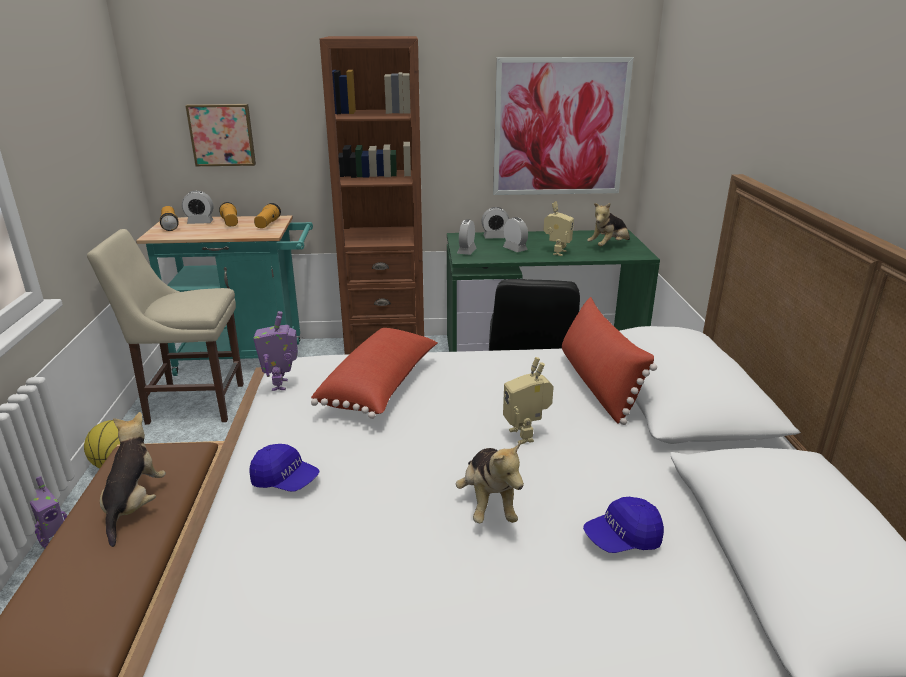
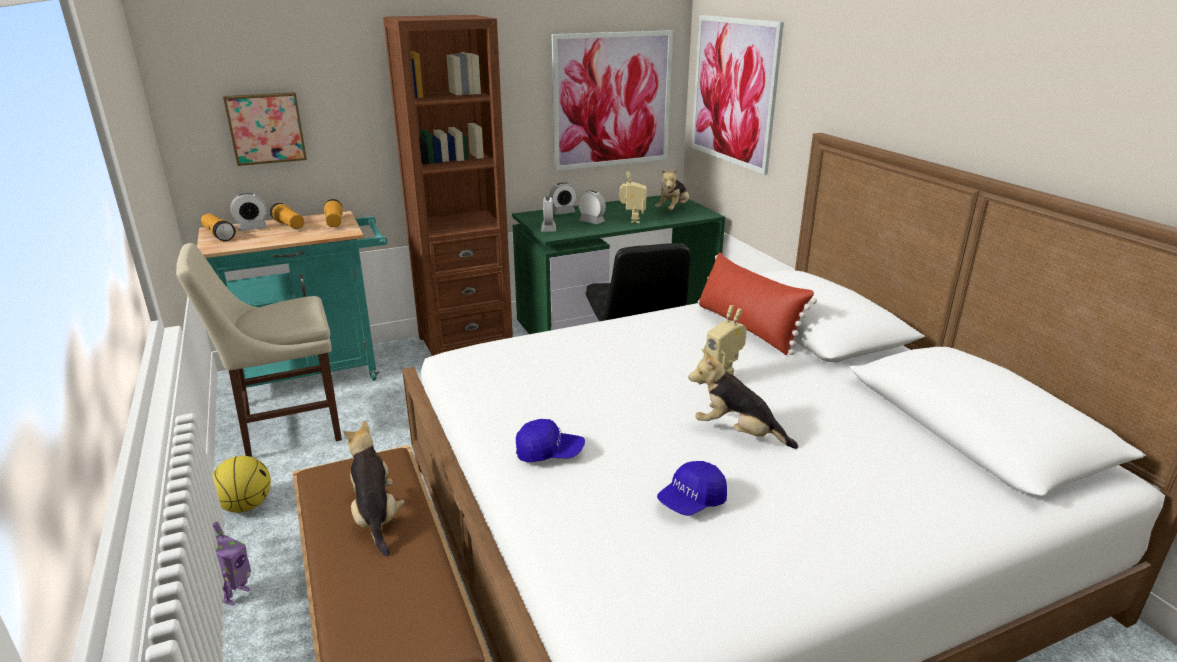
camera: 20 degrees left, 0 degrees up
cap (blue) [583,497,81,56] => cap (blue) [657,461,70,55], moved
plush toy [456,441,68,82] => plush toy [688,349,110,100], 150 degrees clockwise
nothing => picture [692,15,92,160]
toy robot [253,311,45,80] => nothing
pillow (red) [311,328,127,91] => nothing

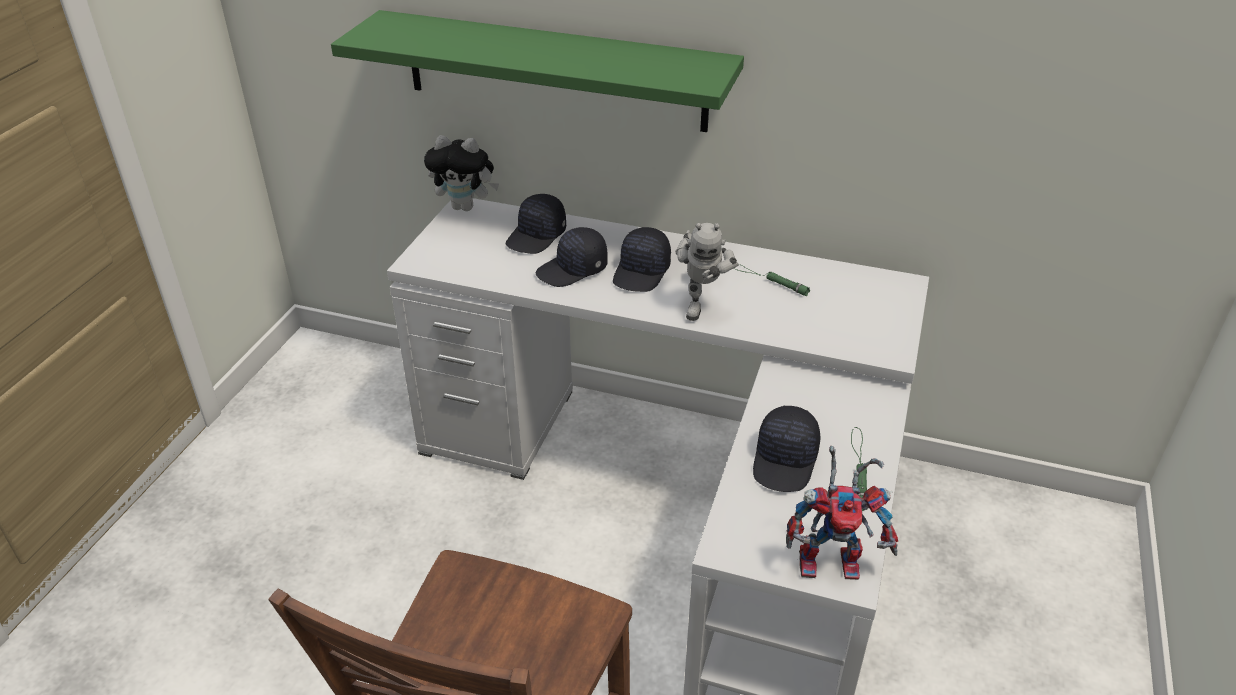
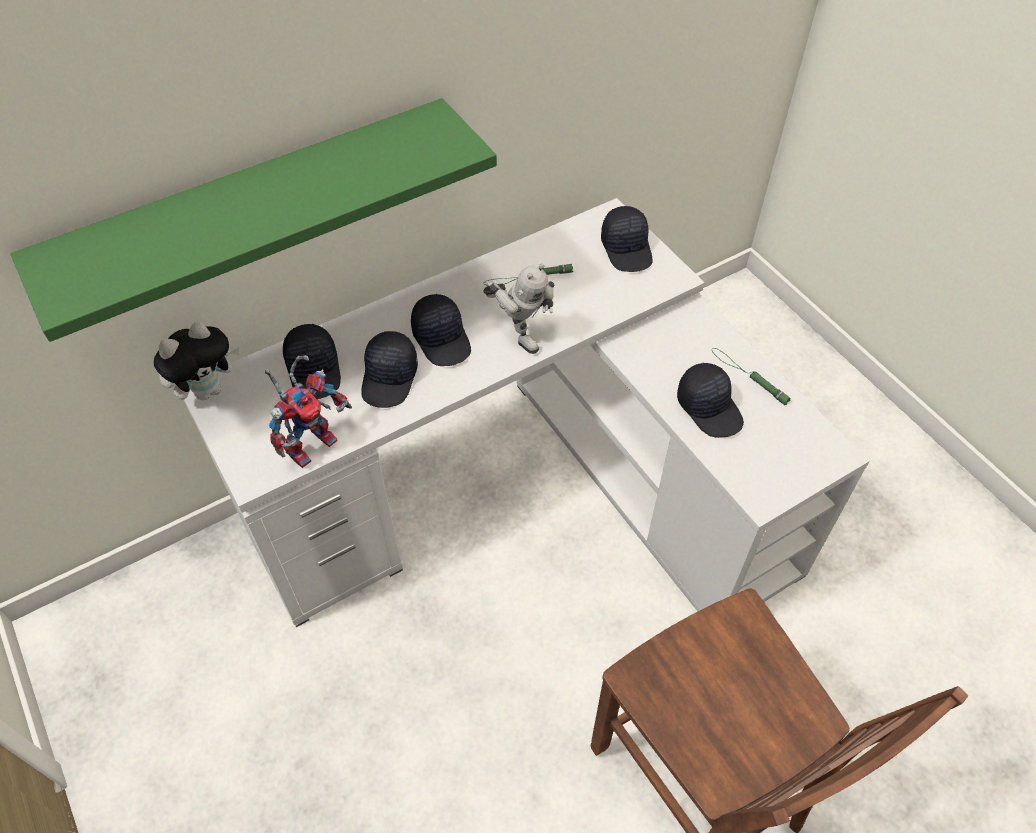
camera: 50 degrees left, 15 degrees up
toy robot [786,446,112,134] => toy robot [265,355,87,113], moved
nothing => cap (black) [601,206,52,66]

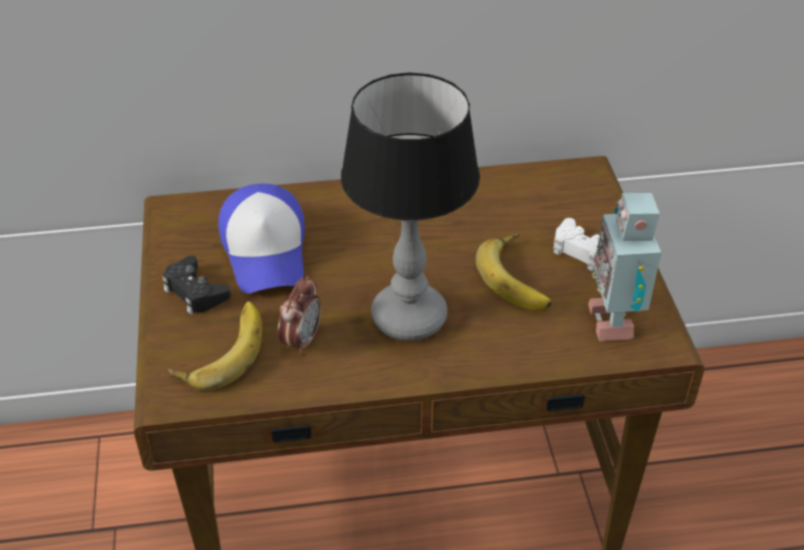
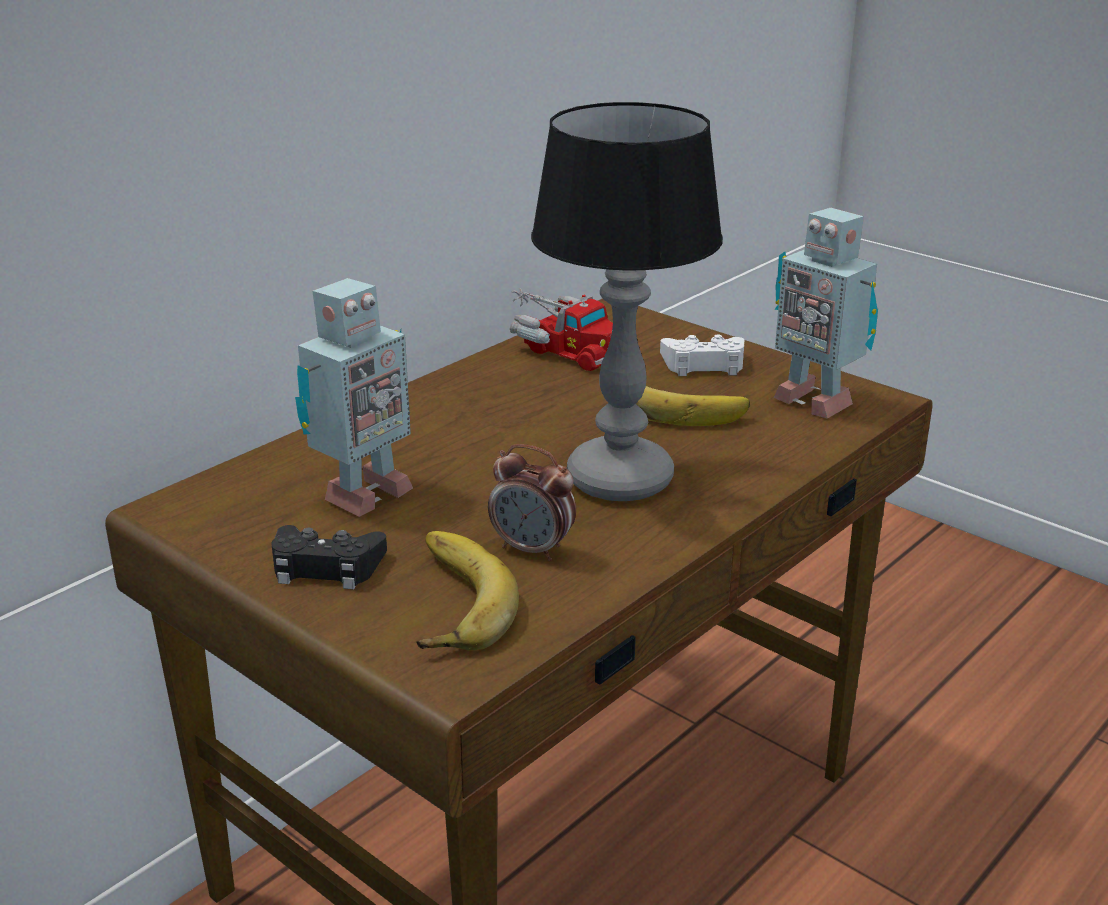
camera: 40 degrees left, 15 degrees down
cap [218,184,87,109] => toy robot [295,278,118,239]
alarm clock [278,276,43,79] => alarm clock [488,444,88,117], 135 degrees clockwise
nothing => toy truck [510,288,103,83]

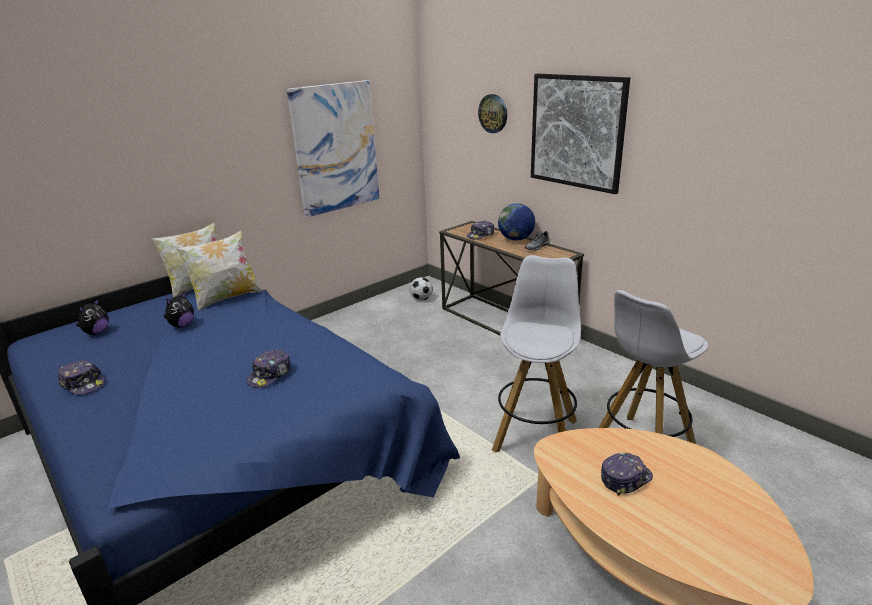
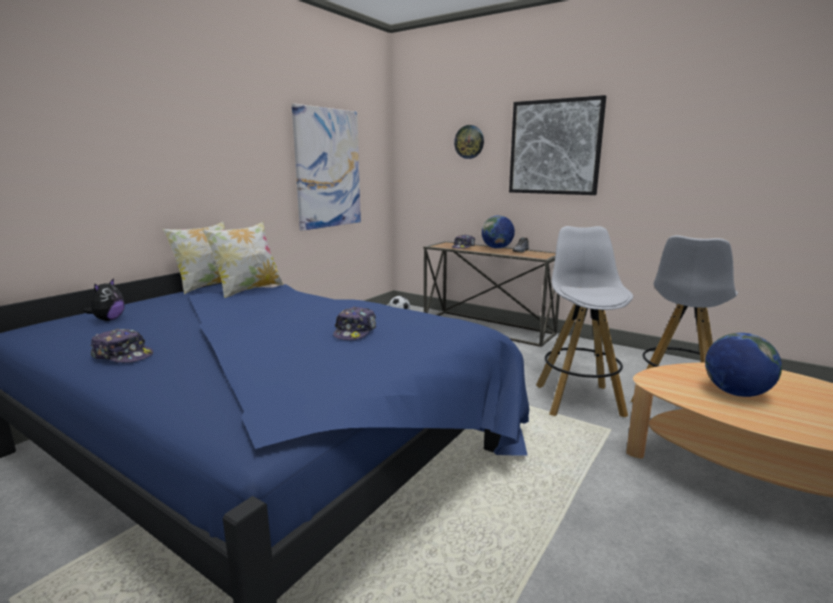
camera: 15 degrees left, 10 degrees down
cap [601,453,52,43] => globe [705,333,77,64]
plush toy [164,291,30,37] => nothing

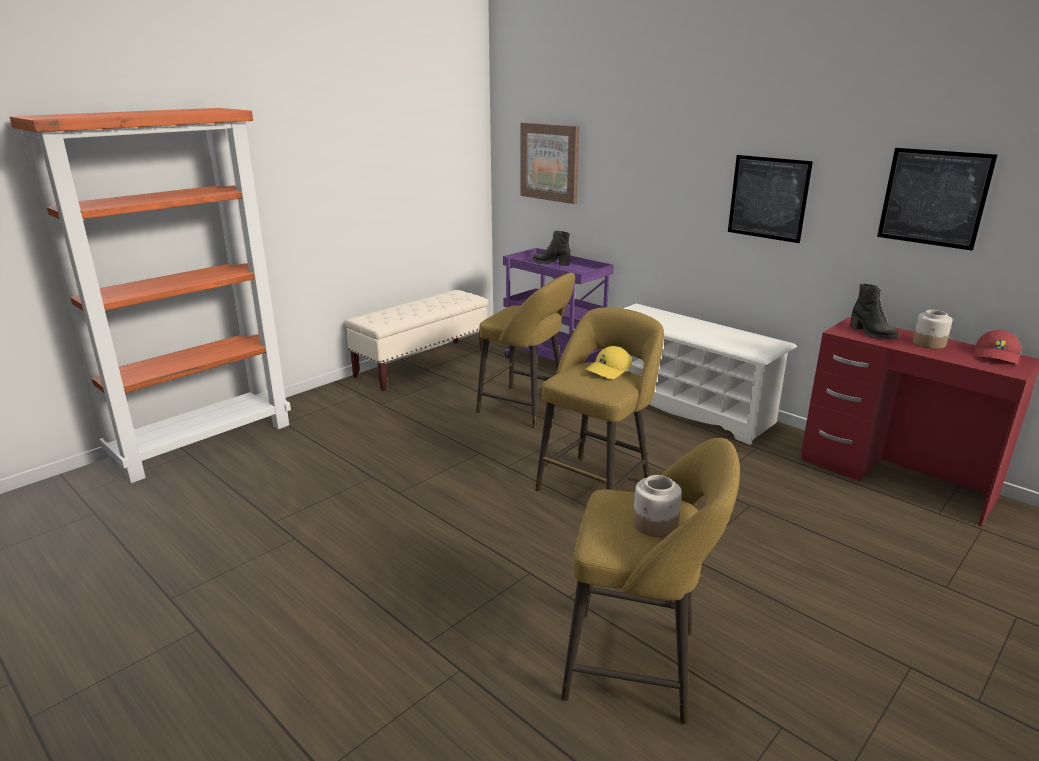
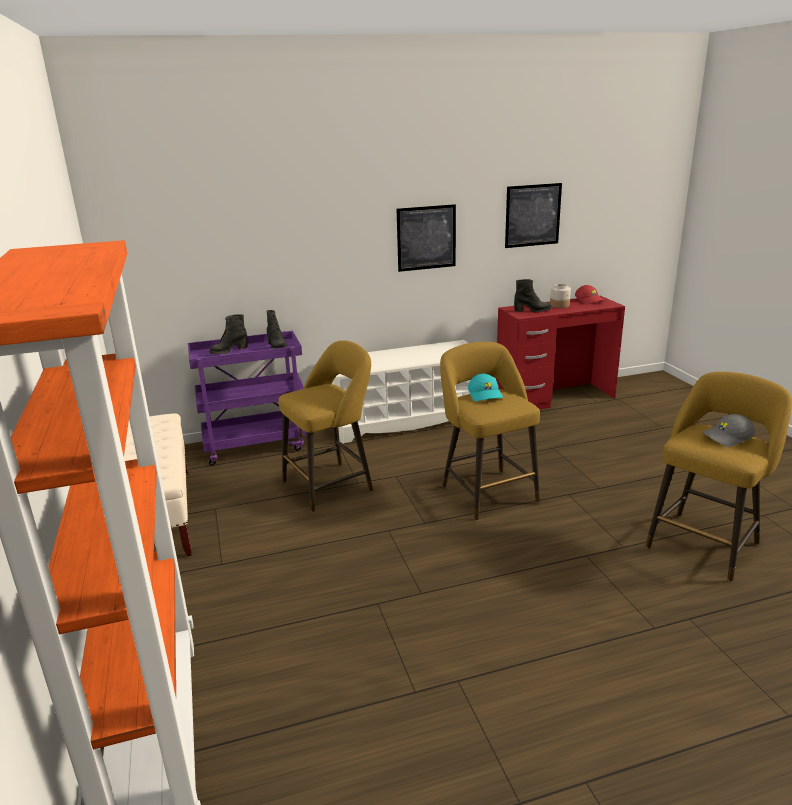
camera: 60 degrees left, 0 degrees up
nothing => boot (black) [266,310,22,39]
cap (yellow) [585,346,47,34] => cap (turquoise) [468,374,35,27]
jar [633,475,49,62] => cap (grey) [702,414,53,33]
picture [521,123,58,81] => nothing

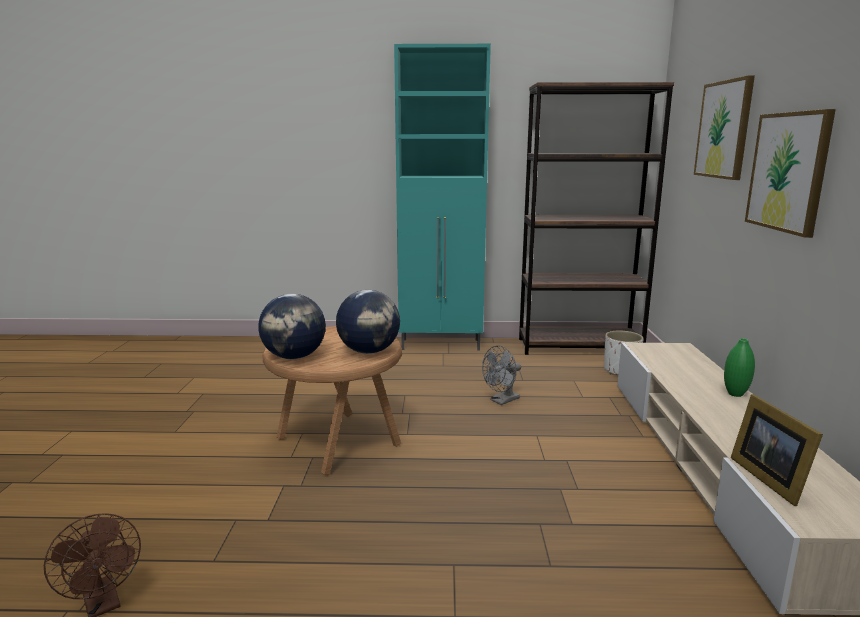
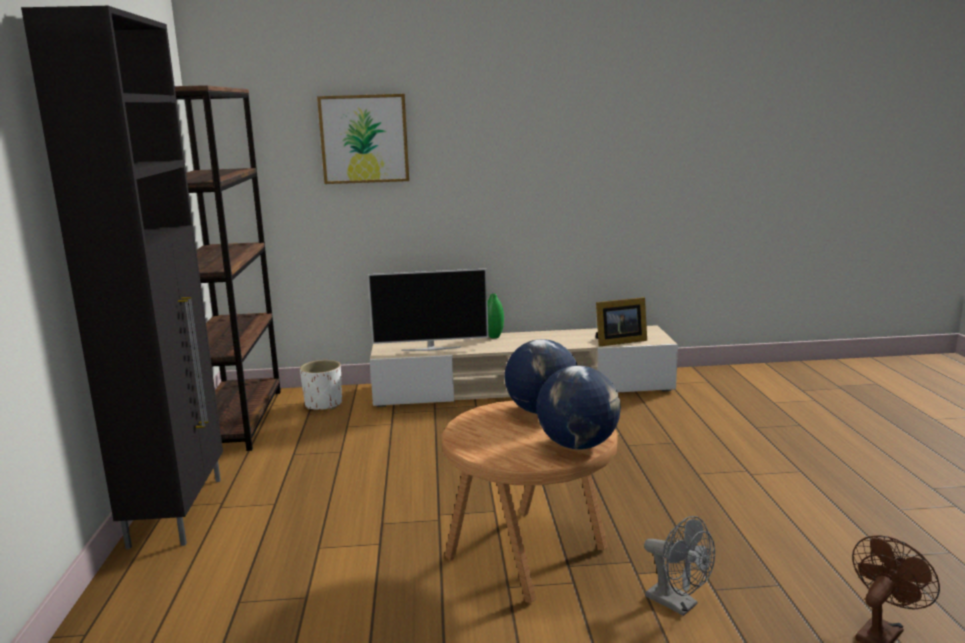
camera: 95 degrees left, 0 degrees up
cabinet (turquoise) [394,44,97,307] => cabinet (black) [21,6,202,543]
nothing => television [368,269,120,82]
fan (grey) [482,346,39,59] => fan (grey) [644,516,71,100], moved
picture [745,109,91,129] => nothing

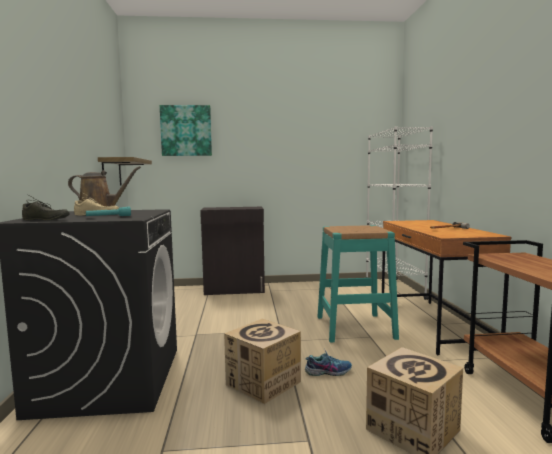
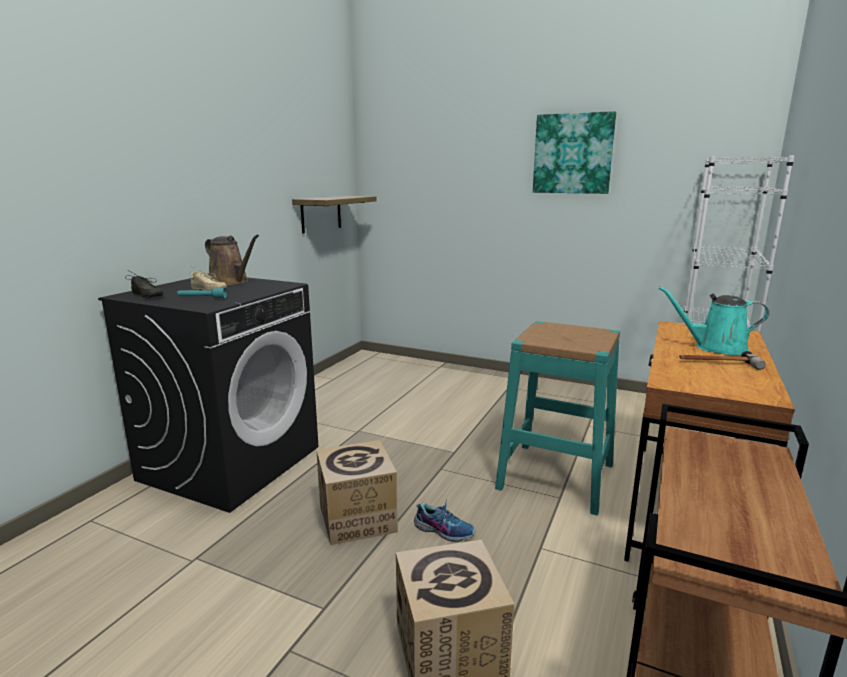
camera: 30 degrees right, 10 degrees up
picture [160,105,52,51] => picture [533,111,83,83], moved
nothing => watering can (turquoise) [658,286,111,69]
cabinet (black) [200,207,65,88] => nothing

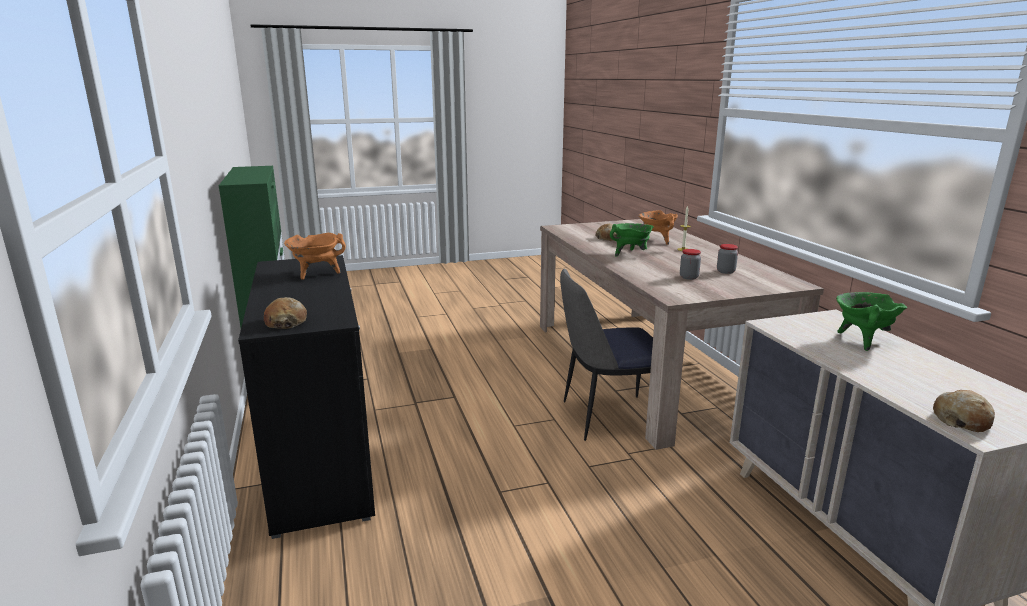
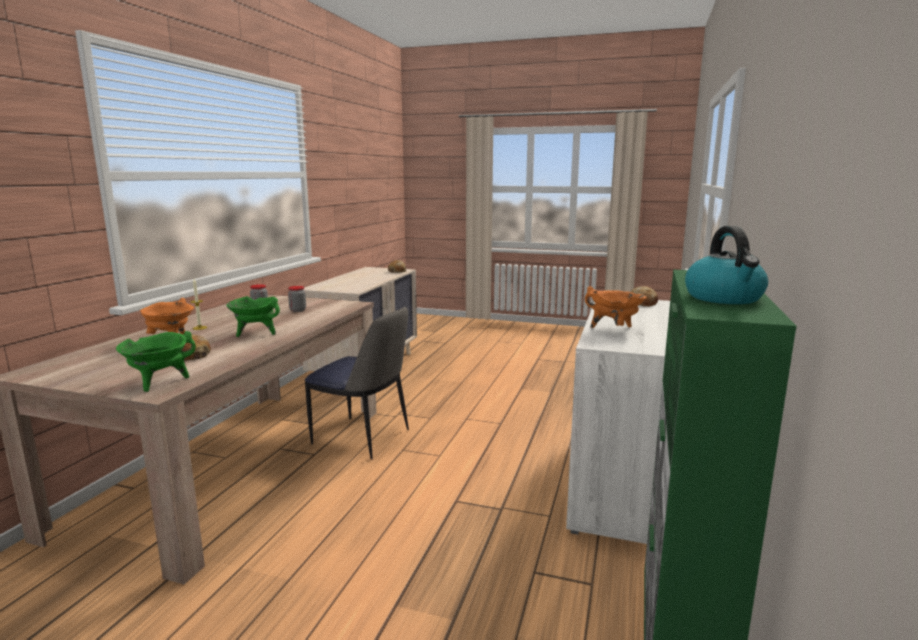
camera: 145 degrees left, 5 degrees down
cooking pot (green) [836,292,71,59] => cooking pot (green) [116,331,80,61], moved
cabinet (black) [238,255,137,284] => cabinet (white) [566,300,104,244]
nothing => kettle [685,226,83,78]

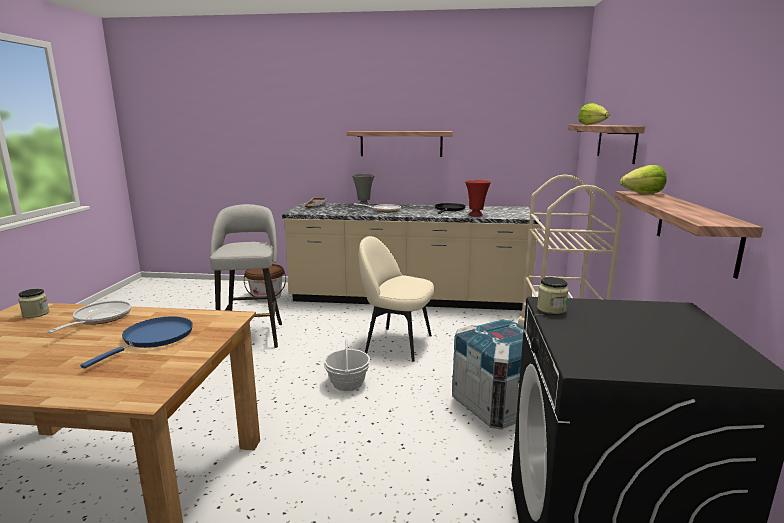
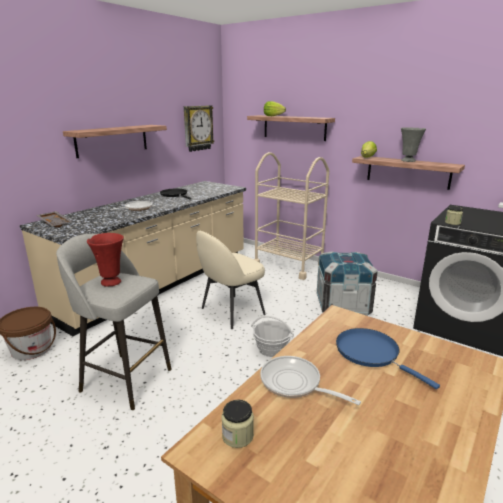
camera: 60 degrees left, 5 degrees up
vase (red) [465,180,26,37] => vase (red) [87,233,37,54], moved
nothing => wall clock [184,105,30,47]
vase (grey) [352,174,23,33] => vase (grey) [401,128,25,34], moved

